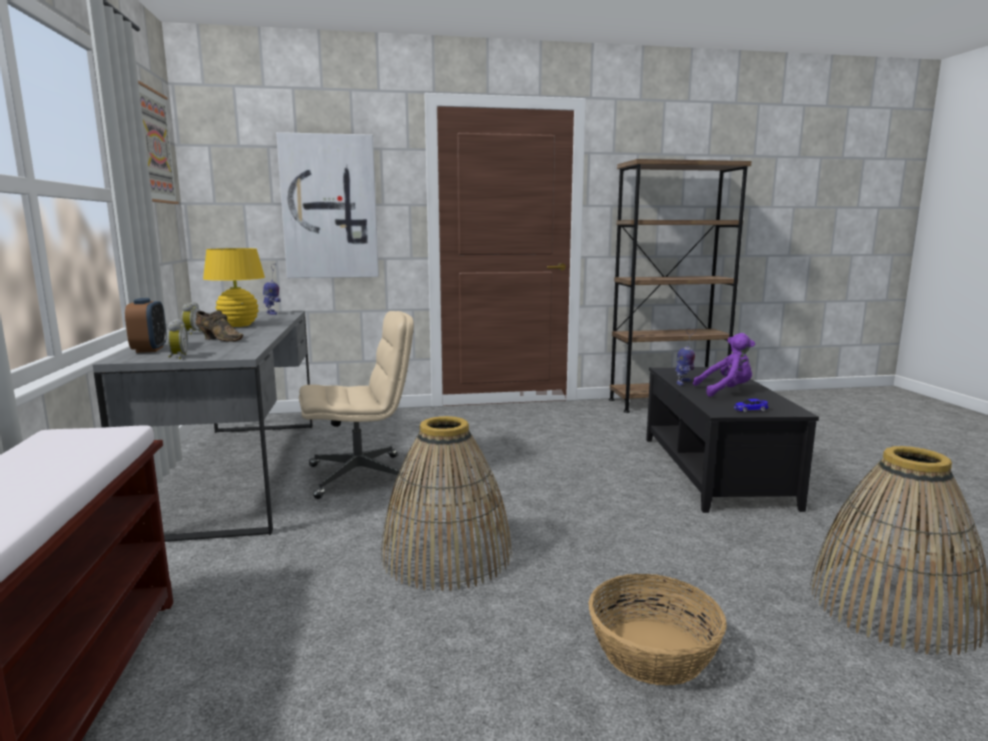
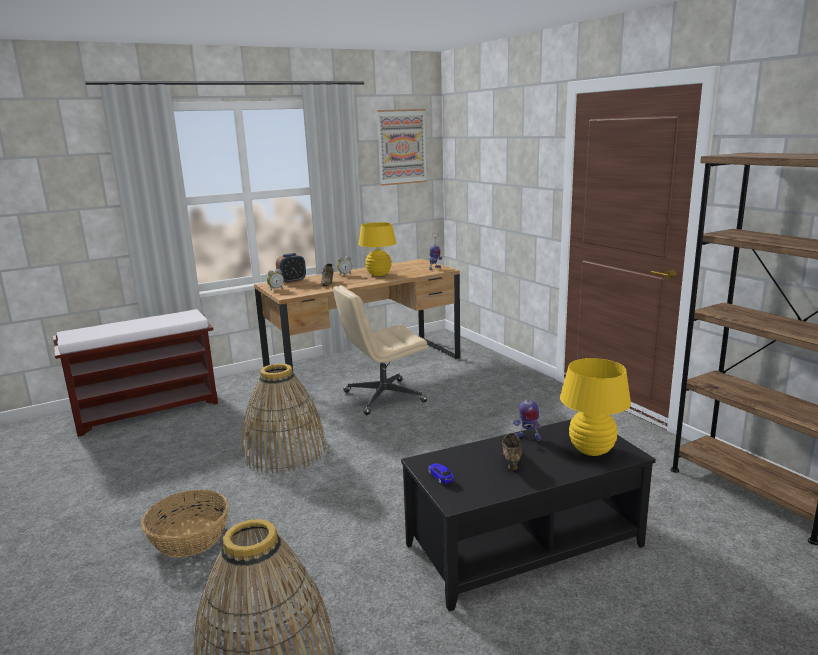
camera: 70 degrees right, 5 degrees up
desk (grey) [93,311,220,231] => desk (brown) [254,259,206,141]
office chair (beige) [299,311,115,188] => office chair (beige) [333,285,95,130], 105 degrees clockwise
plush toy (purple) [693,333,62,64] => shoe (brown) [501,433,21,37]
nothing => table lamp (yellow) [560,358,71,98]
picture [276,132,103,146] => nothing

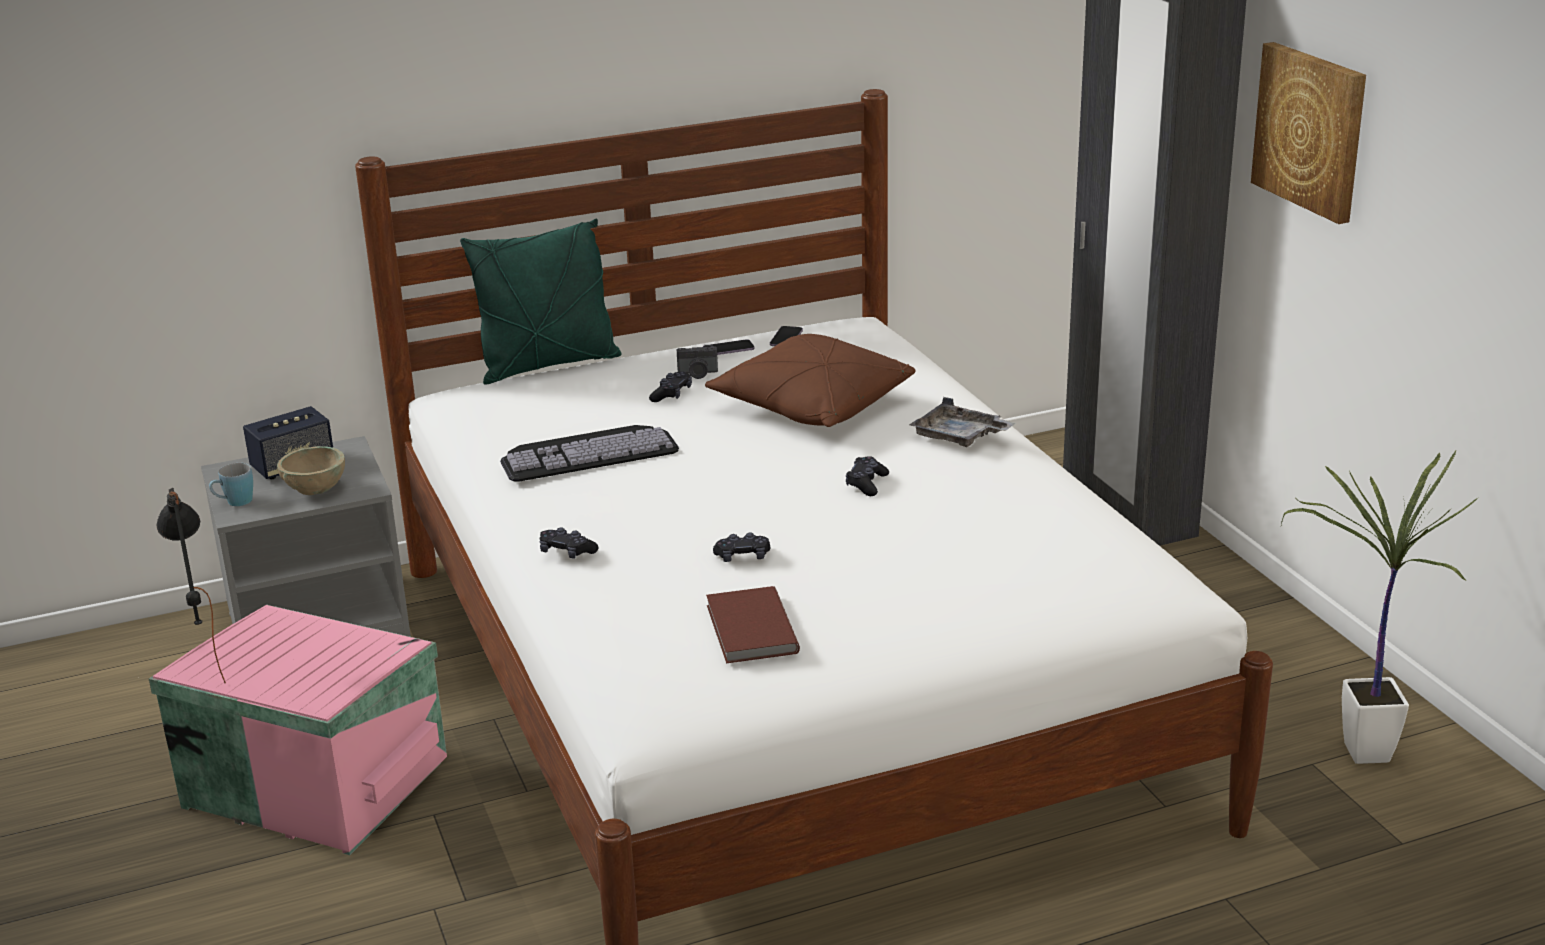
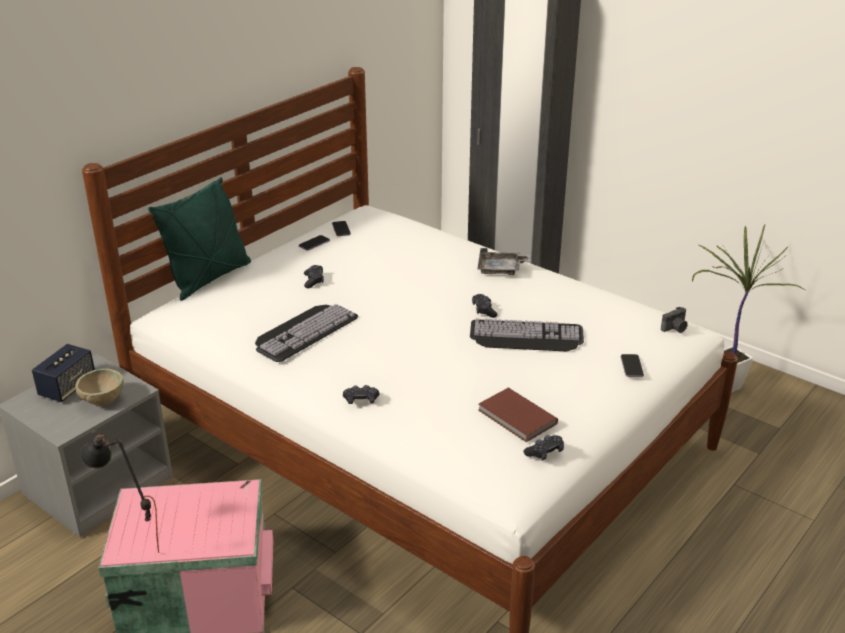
camera: 30 degrees left, 5 degrees up
nothing => keyboard [470,318,114,34]
game controller (black) [713,533,57,29] => game controller (black) [524,435,40,26], moved
nothing => phone [621,354,23,23]
photo camera [677,345,41,34] => photo camera [661,307,27,26], moved
mug (blue) [209,463,44,43] => nothing
pillow (brown) [705,334,211,93] => nothing
picture [1251,42,115,182] => nothing

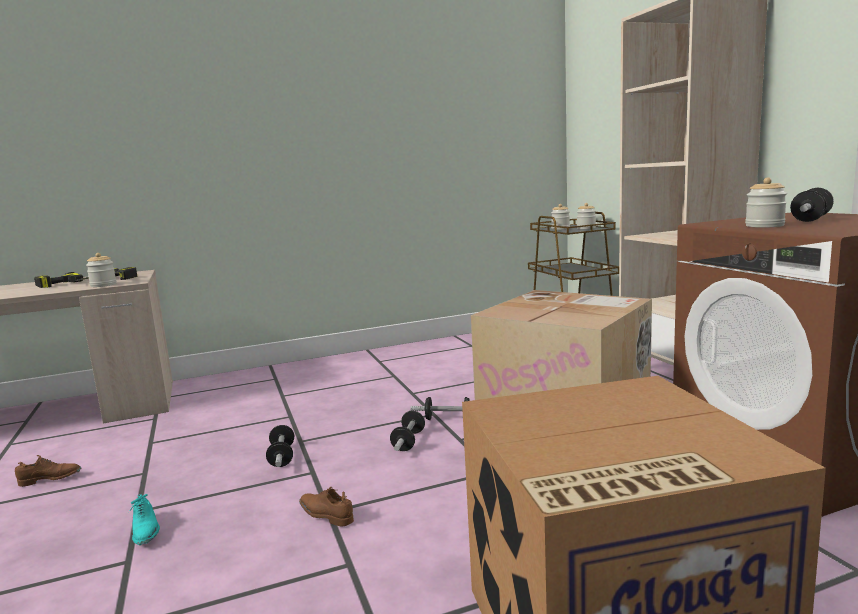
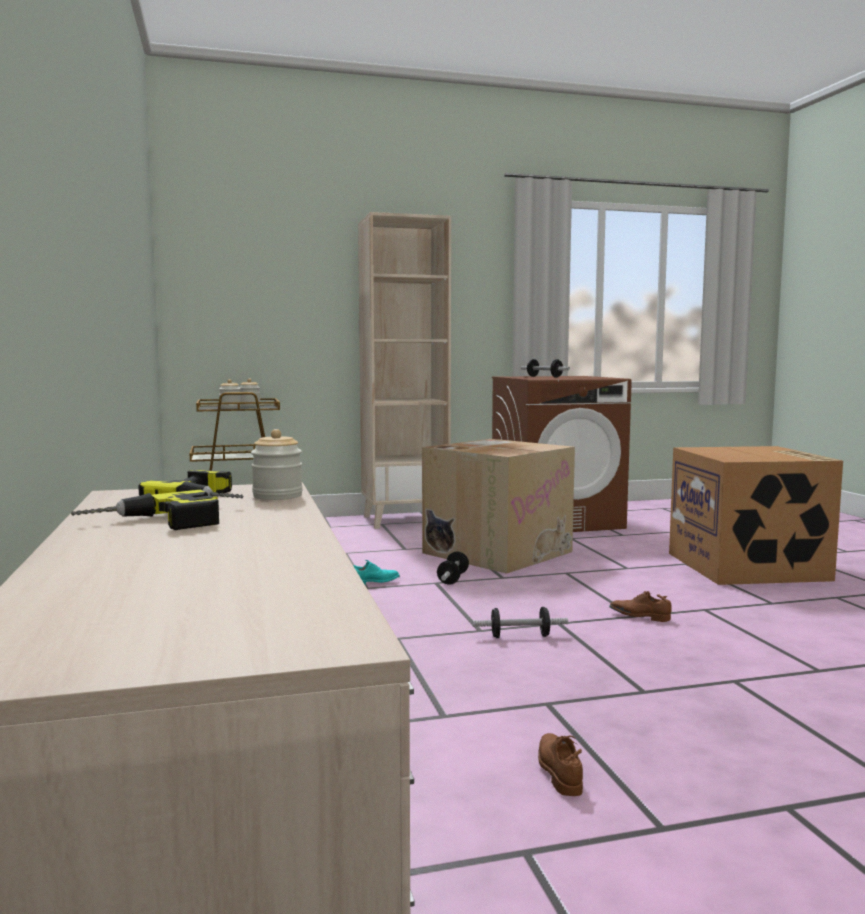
camera: 85 degrees left, 5 degrees down
shoe (turquoise) [129,494,31,51] => shoe (turquoise) [353,560,47,25], moved
shoe (brown) [299,487,55,39] => shoe (brown) [609,591,63,31], 75 degrees clockwise
dumbbell [390,411,35,40] => nothing
jar [745,178,42,50] => nothing

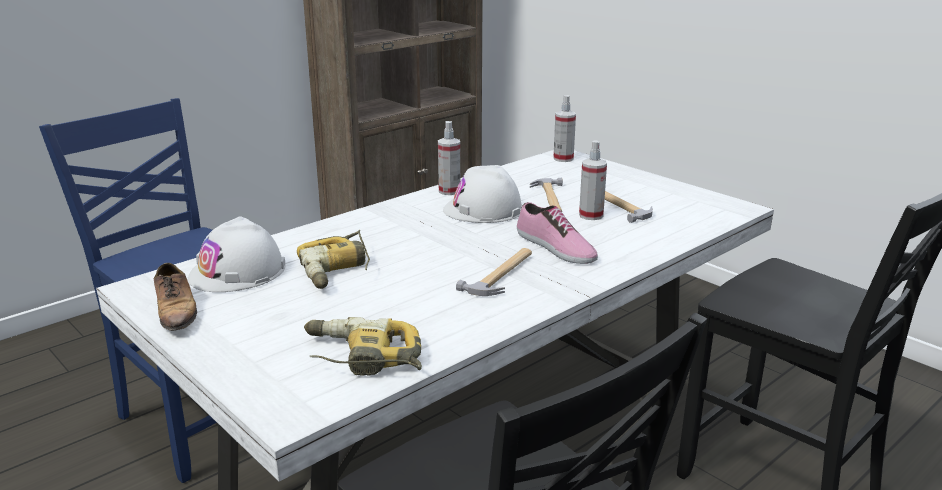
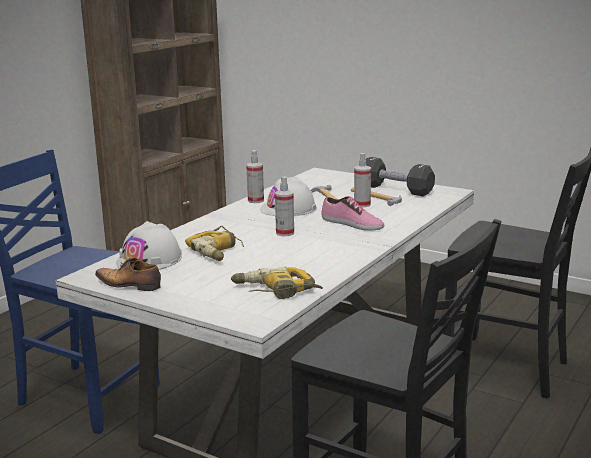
camera: 15 degrees left, 5 degrees down
shoe [154,263,43,68] => shoe [95,257,66,34], 150 degrees clockwise
spray bottle [553,95,23,67] => spray bottle [275,176,19,60], moved
nothing => dumbbell (black) [366,157,69,39]
hammer [456,248,76,48] => nothing

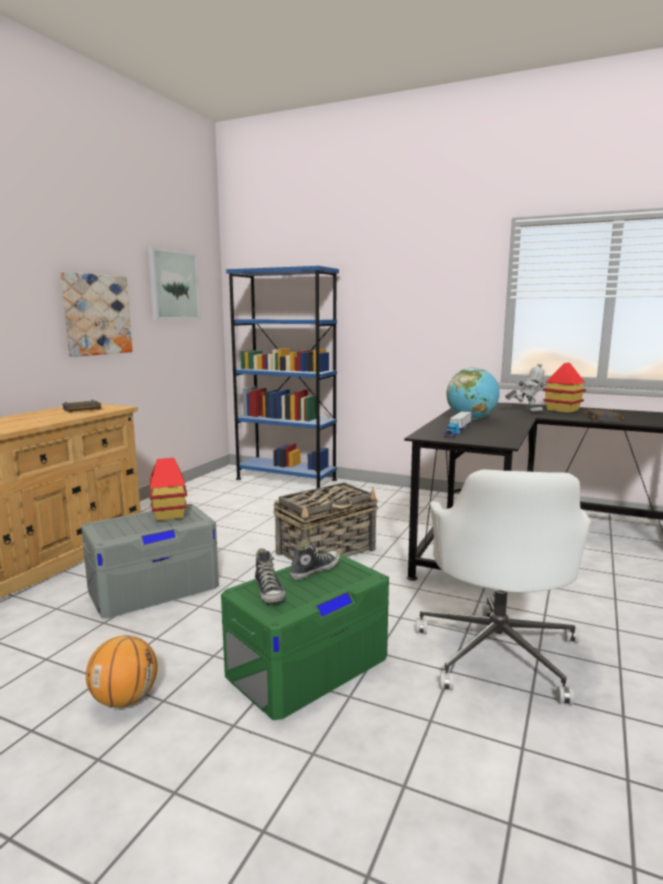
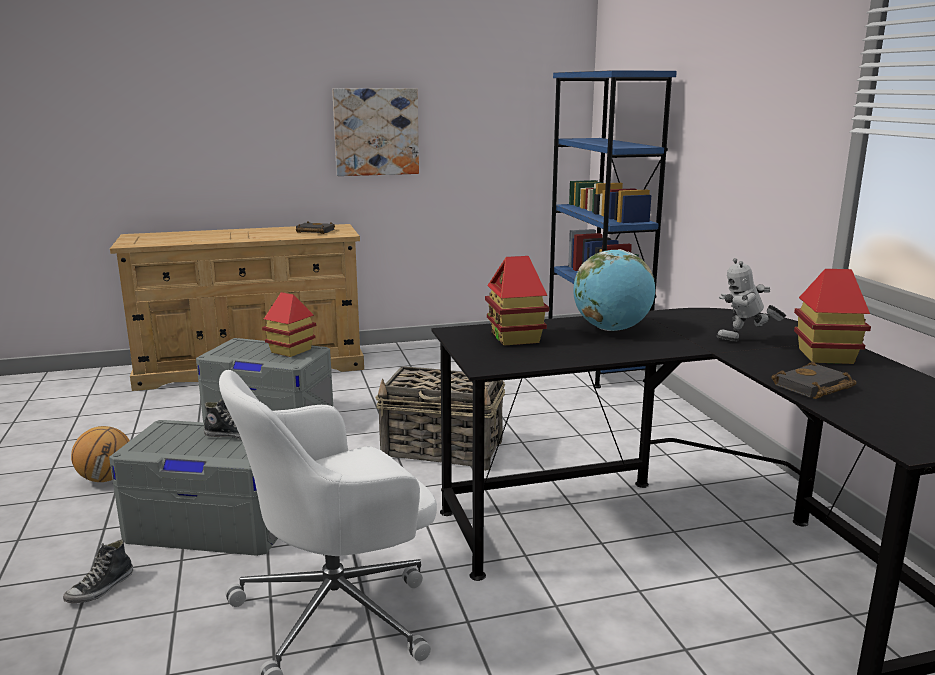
camera: 50 degrees right, 5 degrees up
shoe [255,548,31,55] => shoe [63,539,70,64], moved
storage box (green) [221,554,168,166] => storage box (grey) [109,420,169,136]
toy truck [444,411,28,27] => toy house [485,256,64,90]
toy robot [505,364,42,49] => toy robot [717,258,69,84], 120 degrees clockwise
picture [148,247,52,73] => nothing

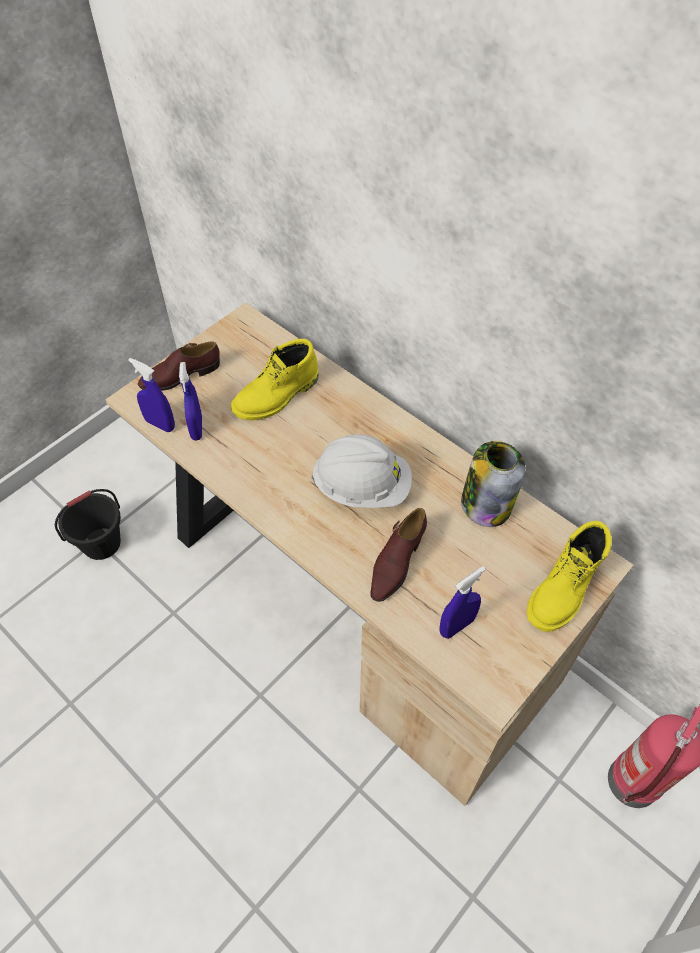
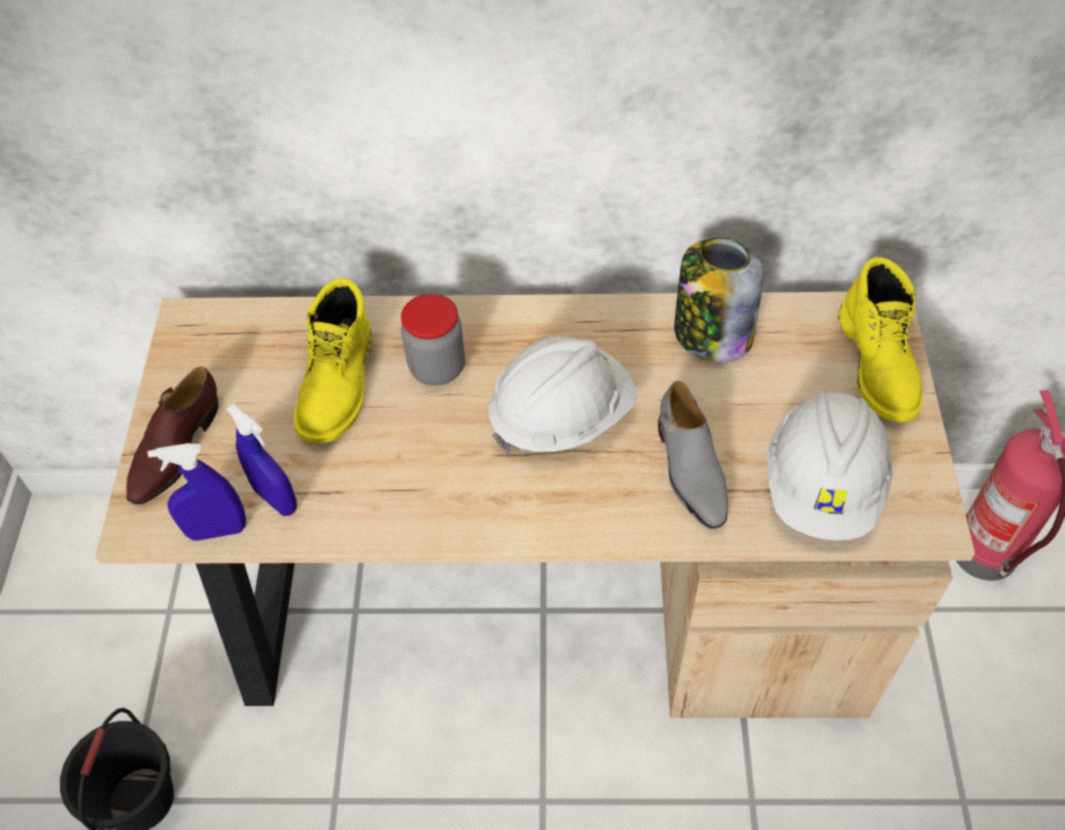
camera: 40 degrees left, 0 degrees up
nothing => jar [401,294,64,92]
shoe (brown) [370,508,57,94] => shoe (grey) [658,381,70,148]
spray bottle (blue) [440,566,46,73] => hard hat (white) [767,392,126,149]

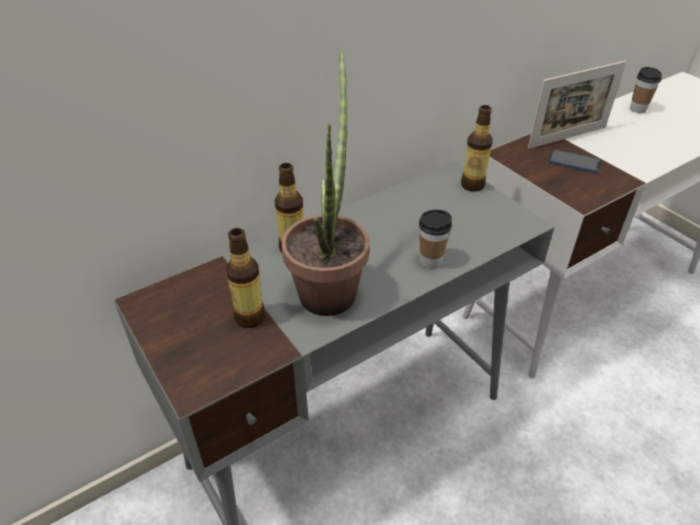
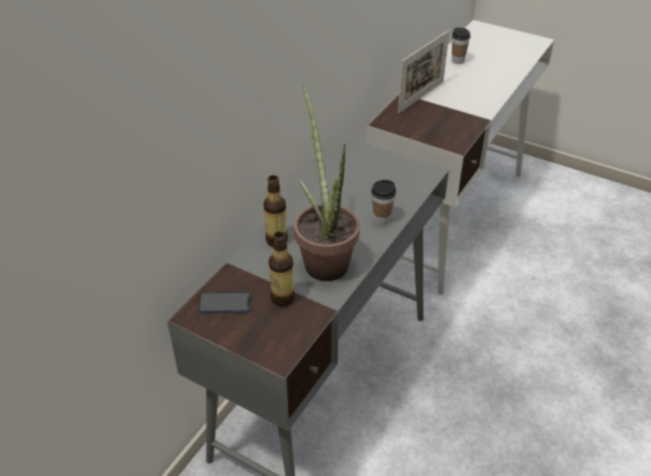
camera: 25 degrees left, 0 degrees up
phone [548,149,54,24] => phone [198,292,53,22], moved
bottle [461,105,32,87] => nothing

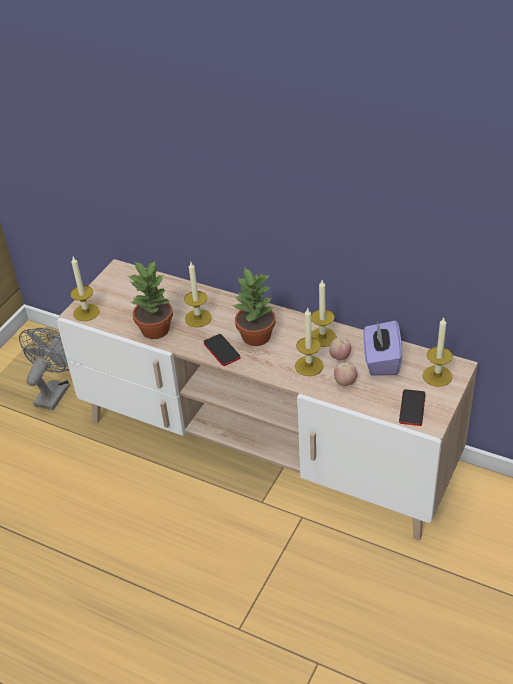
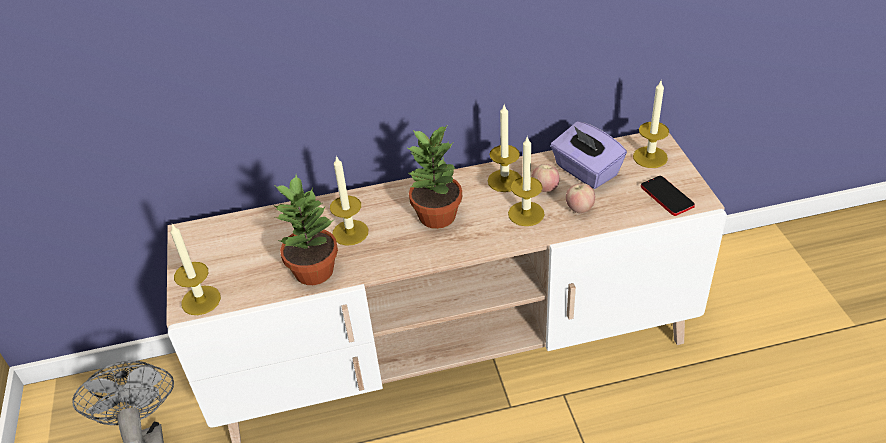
camera: 40 degrees left, 0 degrees up
phone [204,334,37,32] => nothing

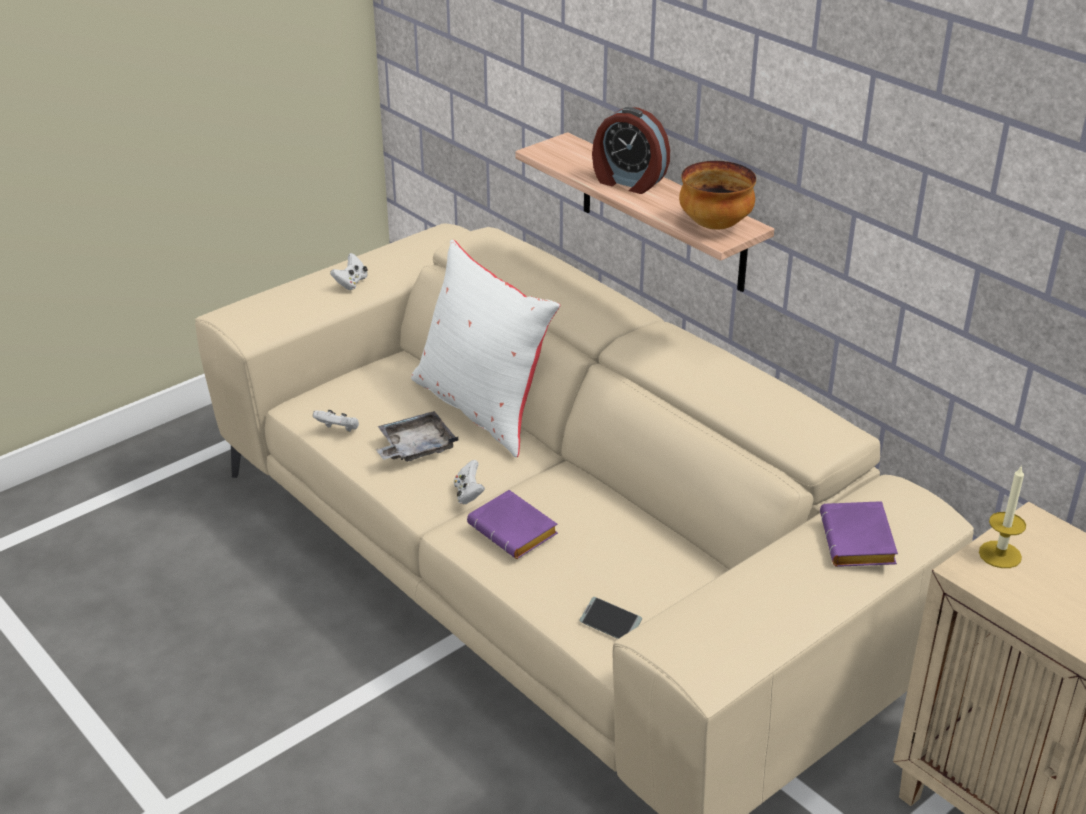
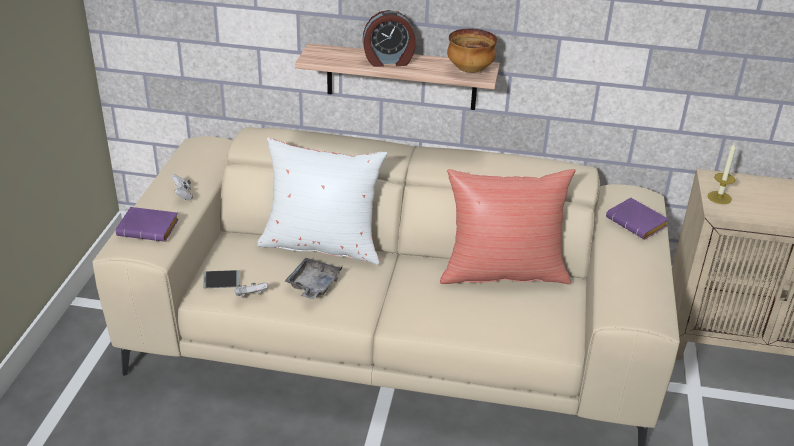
camera: 40 degrees left, 0 degrees up
book (purple) [467,490,91,69] => book (purple) [116,207,63,35], moved
phone [579,597,63,42] => phone [203,270,37,18], moved
nothing => pillow (red) [440,169,136,115]
game controller (white) [454,460,31,44] => nothing

